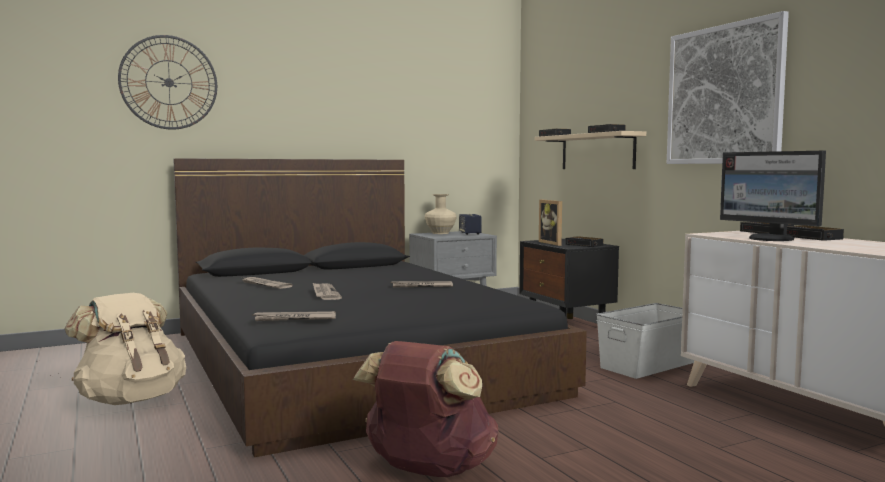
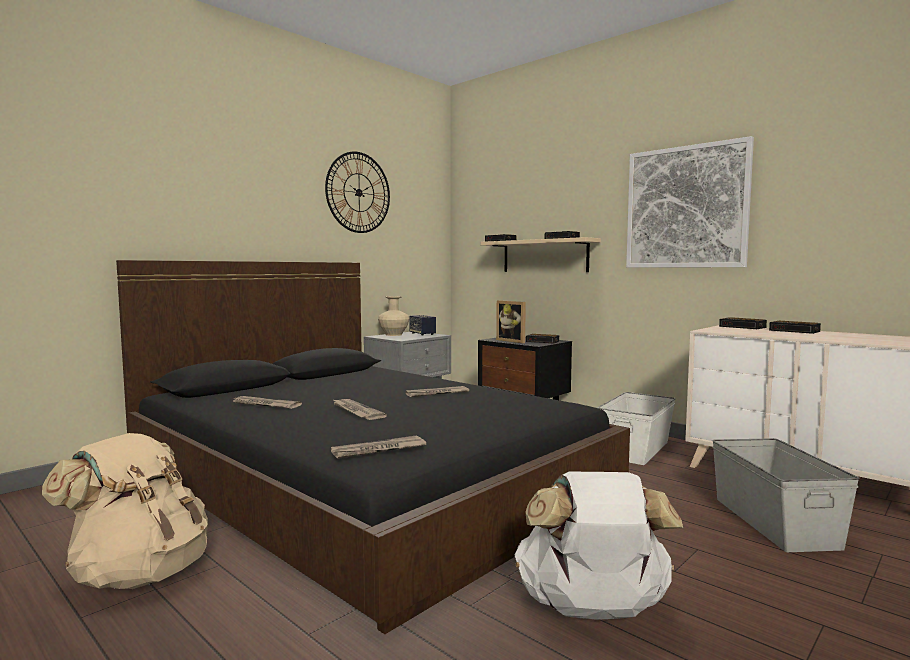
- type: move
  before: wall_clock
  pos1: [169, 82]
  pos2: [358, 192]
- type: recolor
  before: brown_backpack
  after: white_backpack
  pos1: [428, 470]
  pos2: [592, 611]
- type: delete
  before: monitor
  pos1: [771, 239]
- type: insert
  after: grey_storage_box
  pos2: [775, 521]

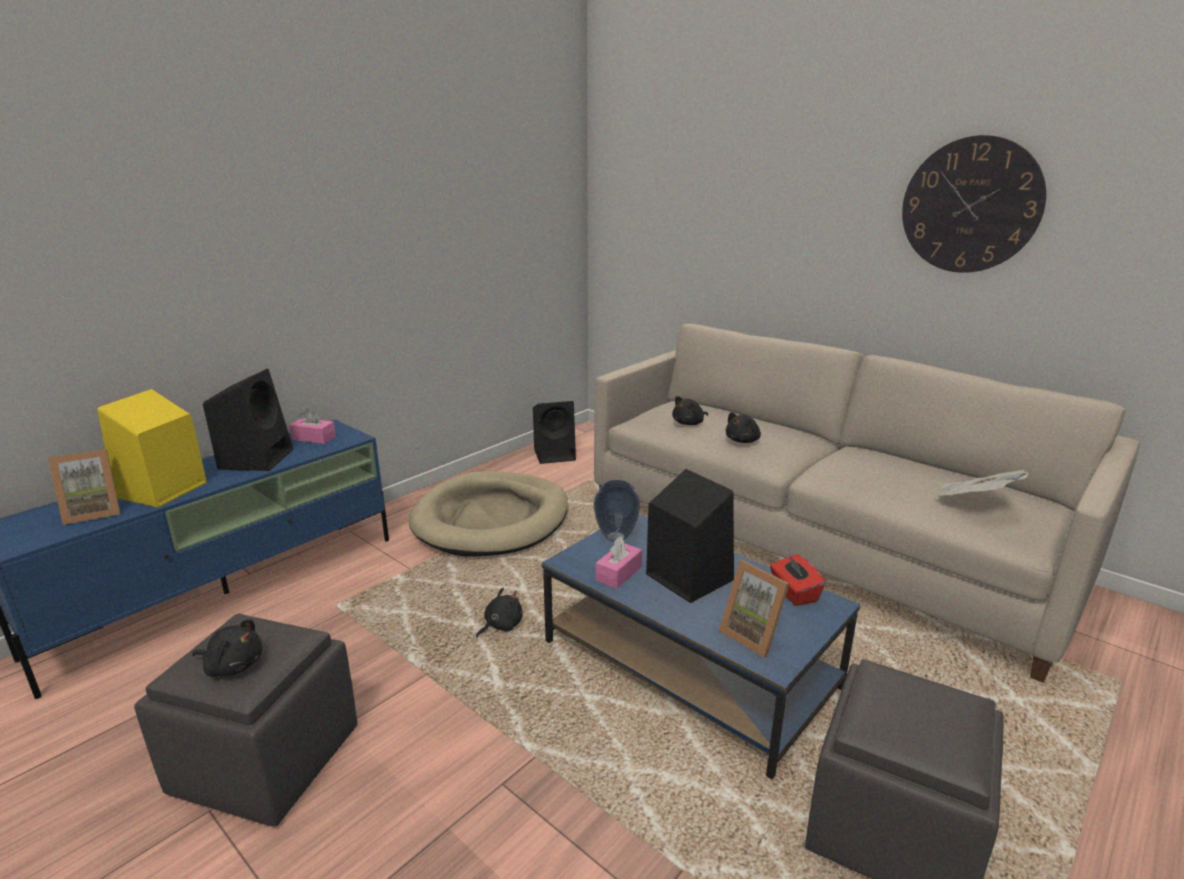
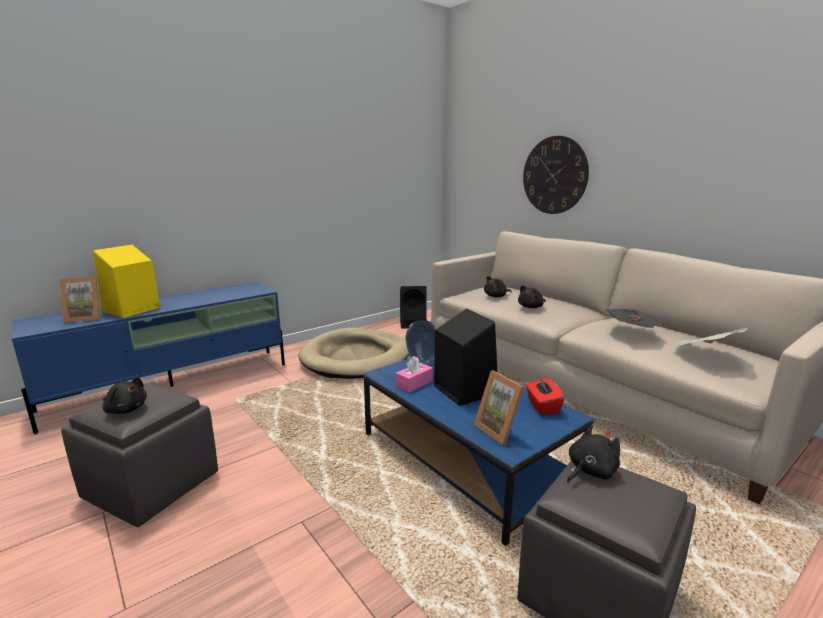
- type: delete
  before: black_speaker
  pos1: [257, 458]
- type: delete
  before: pink_tissue_box
  pos1: [314, 438]
- type: move
  before: black_plush_toy
  pos1: [501, 625]
  pos2: [589, 471]
- type: move
  before: wall_clock
  pos1: [970, 205]
  pos2: [554, 175]
- type: insert
  after: newspaper
  pos2: [633, 333]

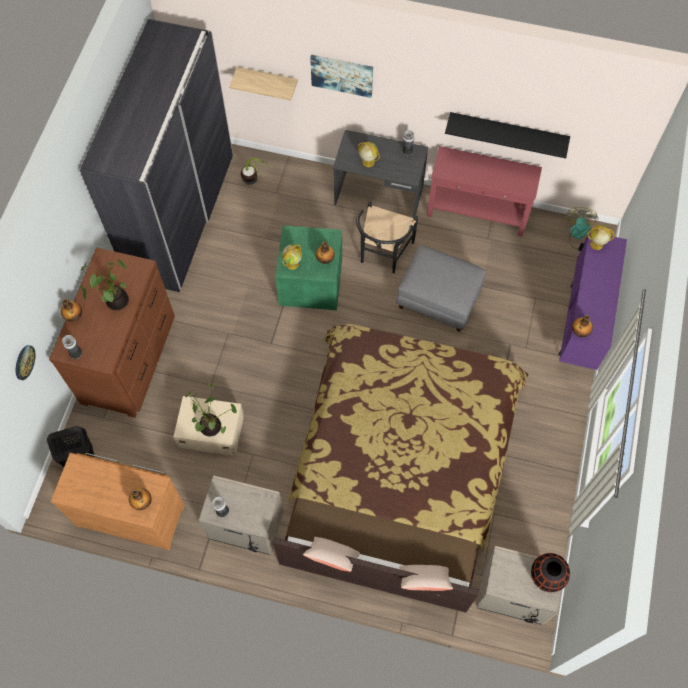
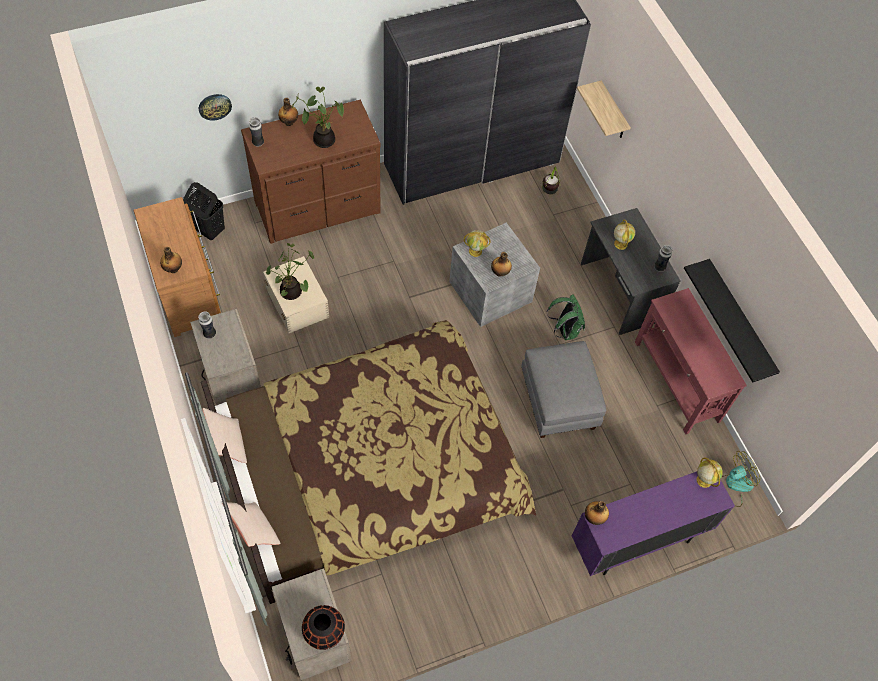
- type: recolor
  before: green_storage_box
  after: grey_storage_box
  pos1: [310, 281]
  pos2: [490, 290]
- type: delete
  before: picture
  pos1: [342, 75]
- type: replace
  before: black_chair
  after: green_backpack
  pos1: [382, 254]
  pos2: [564, 330]

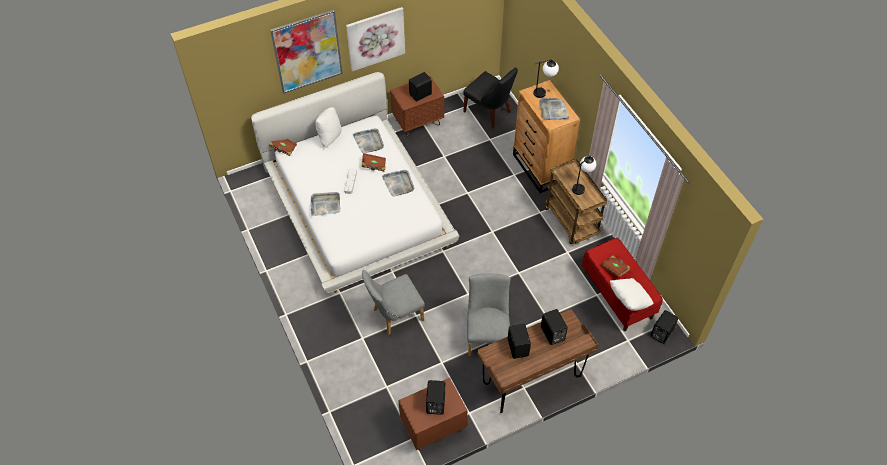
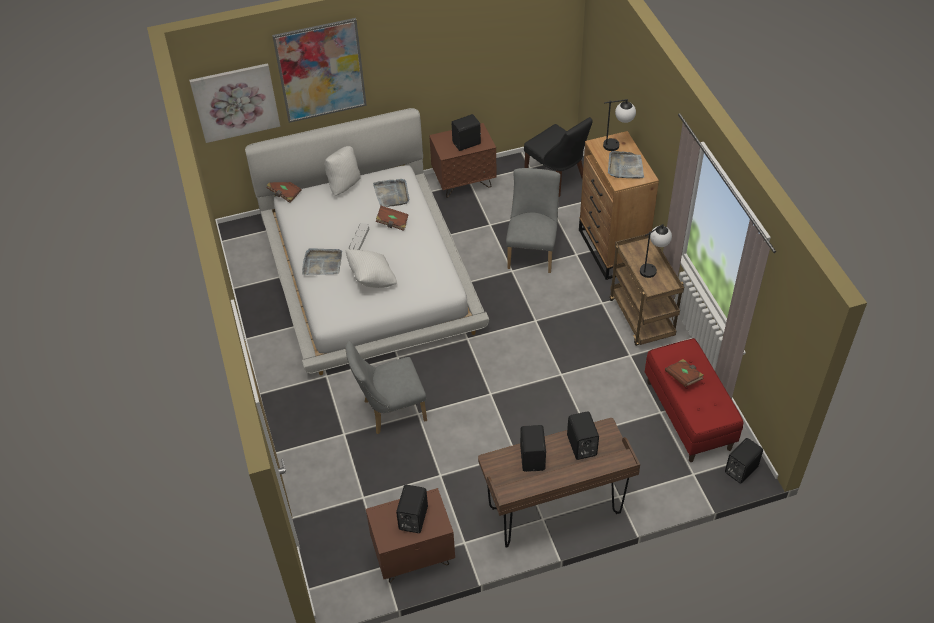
- type: move
  before: picture
  pos1: [376, 38]
  pos2: [235, 102]
- type: delete
  before: grey_tray
  pos1: [398, 184]
- type: move
  before: grey_chair
  pos1: [487, 335]
  pos2: [532, 251]
- type: move
  before: white_pillow
  pos1: [628, 301]
  pos2: [372, 279]

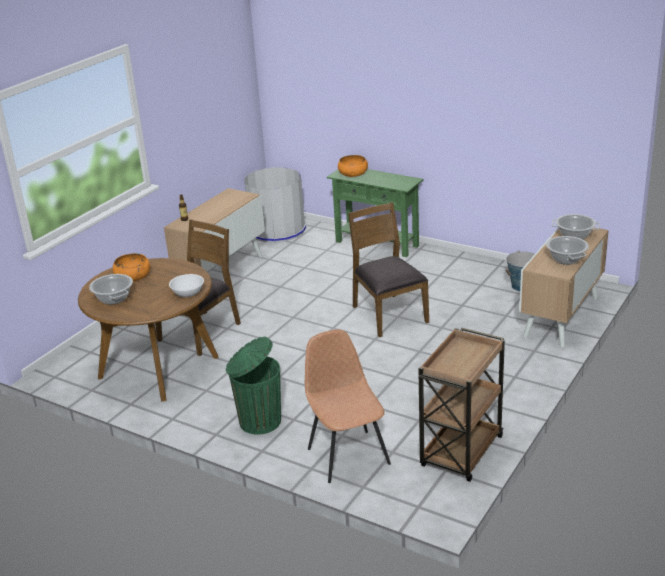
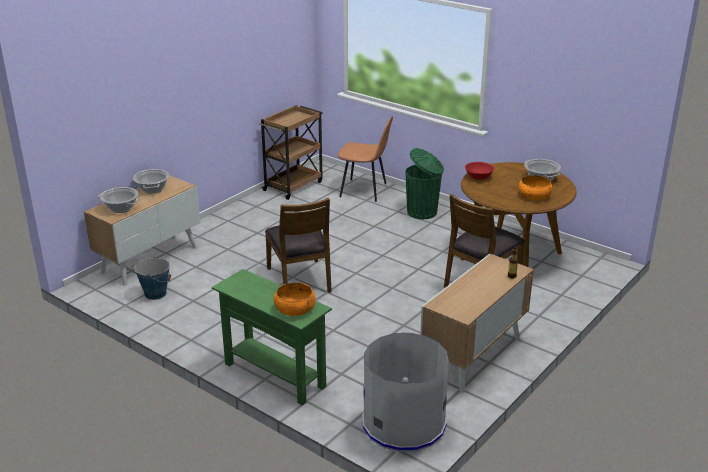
- type: recolor
  before: white_bowl
  after: red_bowl
  pos1: [188, 293]
  pos2: [478, 177]
- type: rotate
  before: brown_chair
  pos1: [347, 455]
  pos2: [364, 190]
  turn: -60

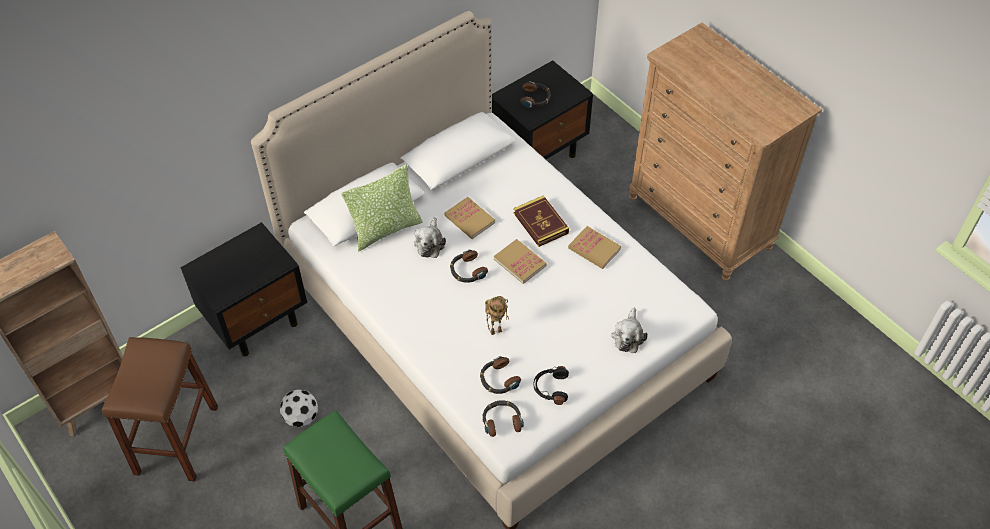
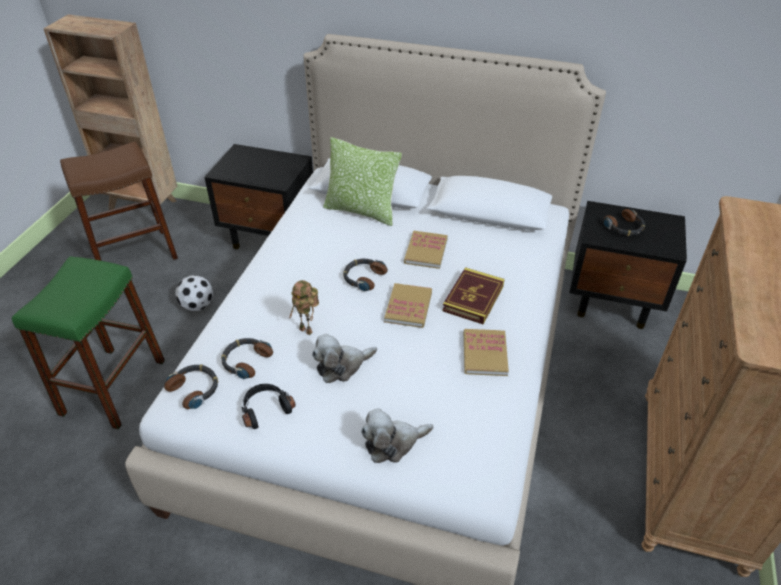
- type: move
  before: plush_toy
  pos1: [430, 243]
  pos2: [342, 366]

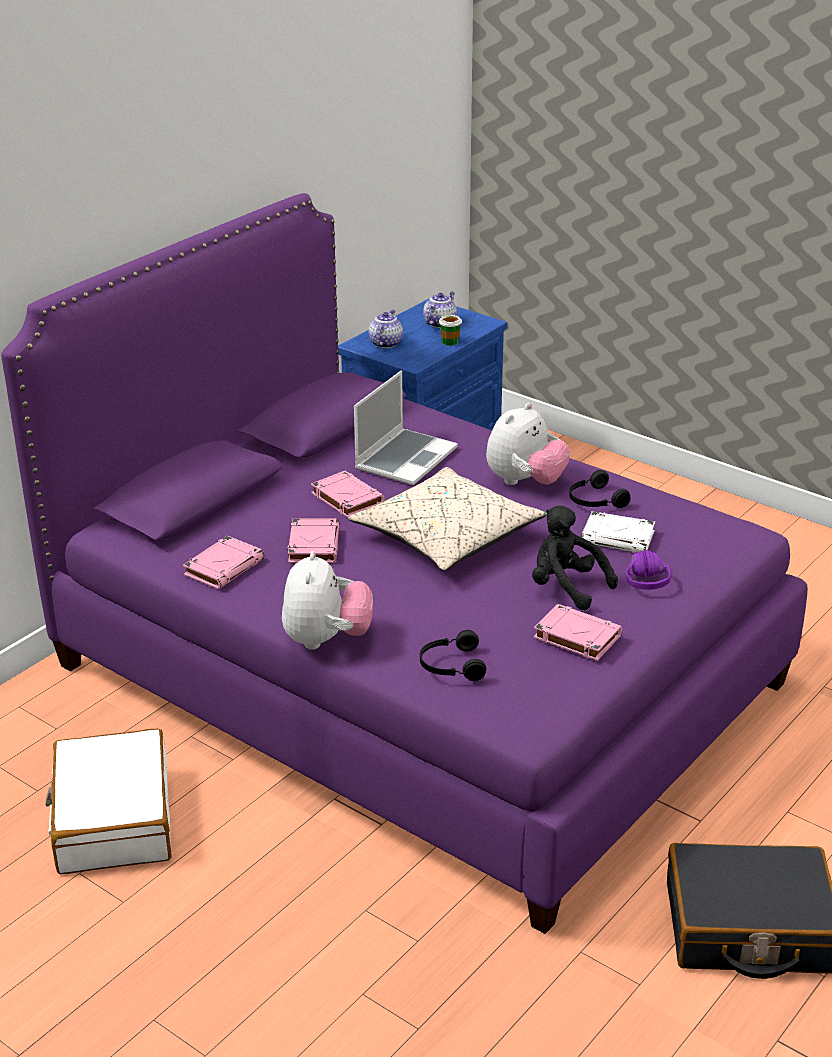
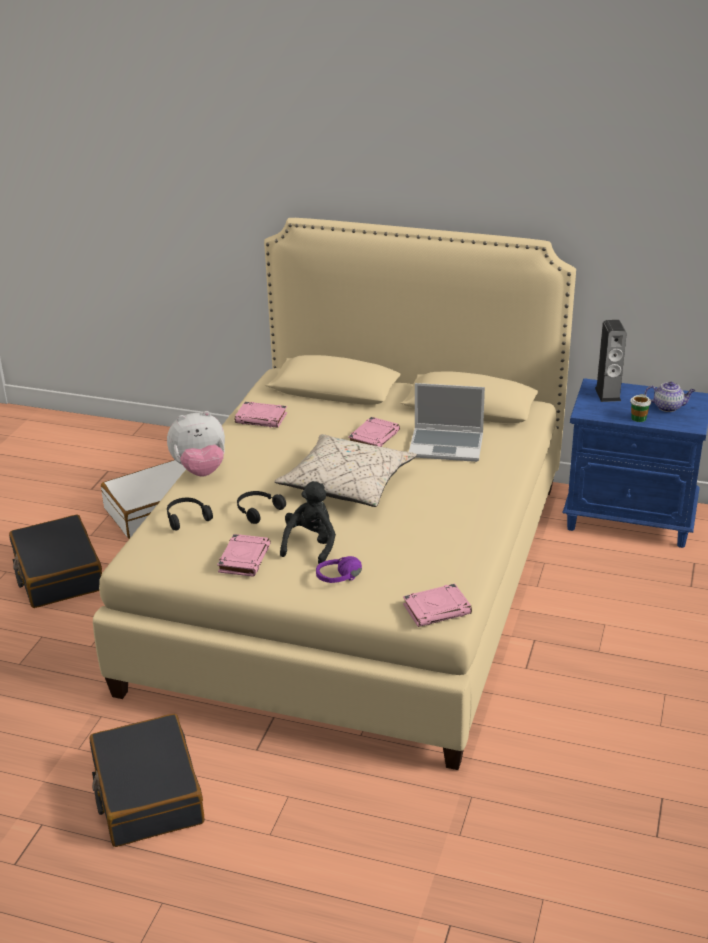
- type: recolor
  before: purple_bed
  after: beige_bed
  pos1: [415, 674]
  pos2: [355, 580]
- type: move
  before: pink_book
  pos1: [313, 545]
  pos2: [437, 609]
- type: replace
  before: teapot
  after: speaker
  pos1: [385, 343]
  pos2: [607, 394]
- type: delete
  before: plush_toy
  pos1: [525, 482]
- type: move
  before: black_headphones
  pos1: [595, 501]
  pos2: [257, 510]
- type: delete
  before: white_book
  pos1: [618, 538]
- type: insert
  after: black_suitcase
  pos2: [58, 574]

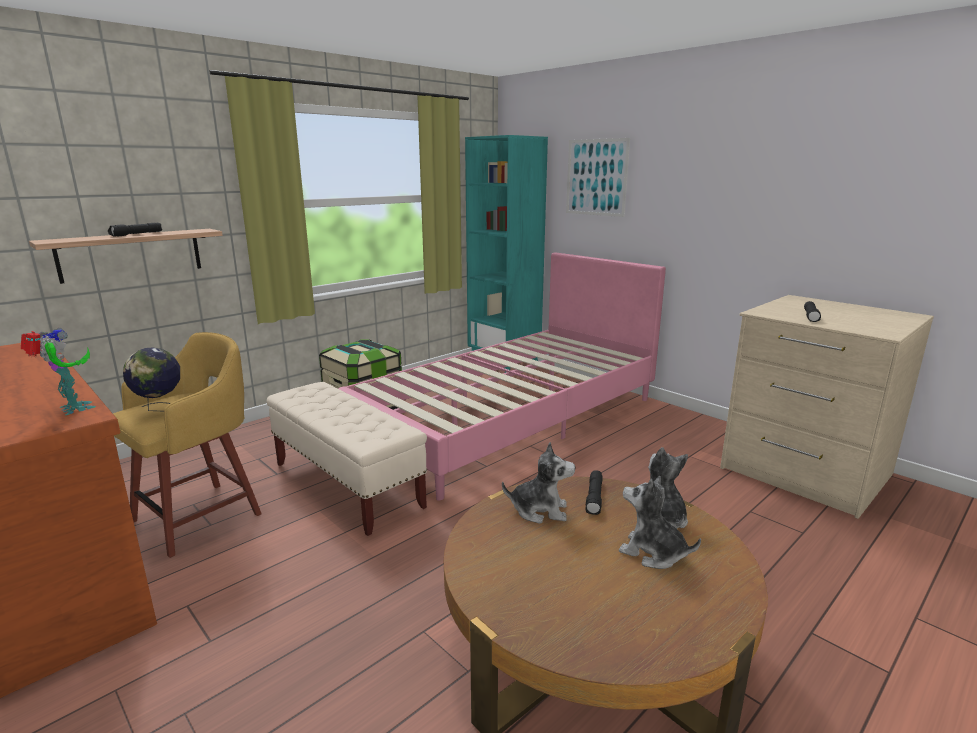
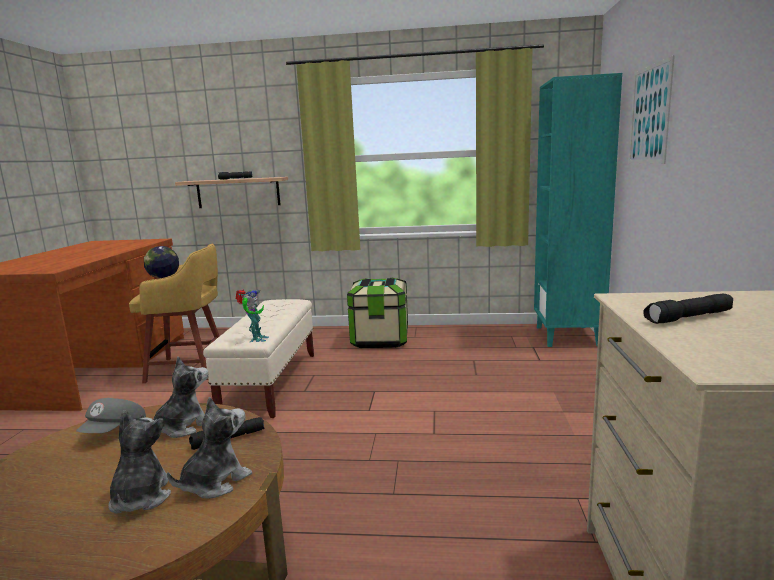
- type: move
  before: toy_robot
  pos1: [72, 409]
  pos2: [256, 339]
- type: delete
  before: pink_bed
  pos1: [510, 419]
- type: rotate
  before: plush_toy
  pos1: [539, 510]
  pos2: [183, 426]
  turn: -105
- type: insert
  after: grey_cap
  pos2: [115, 430]

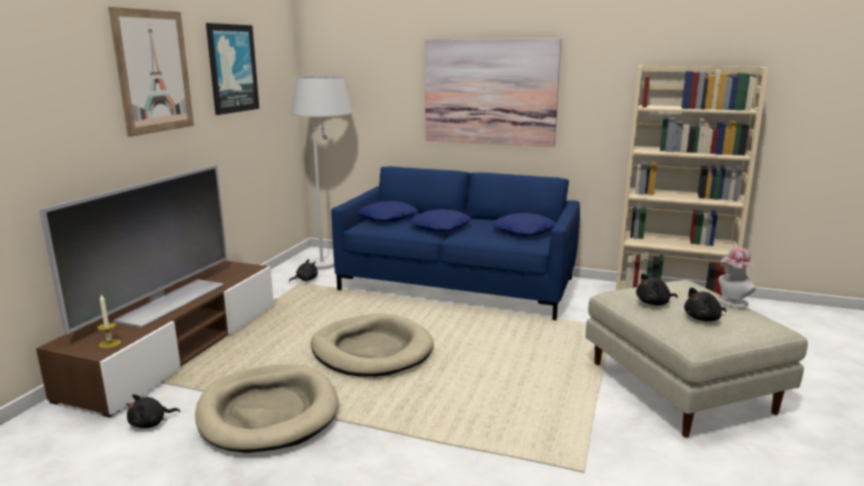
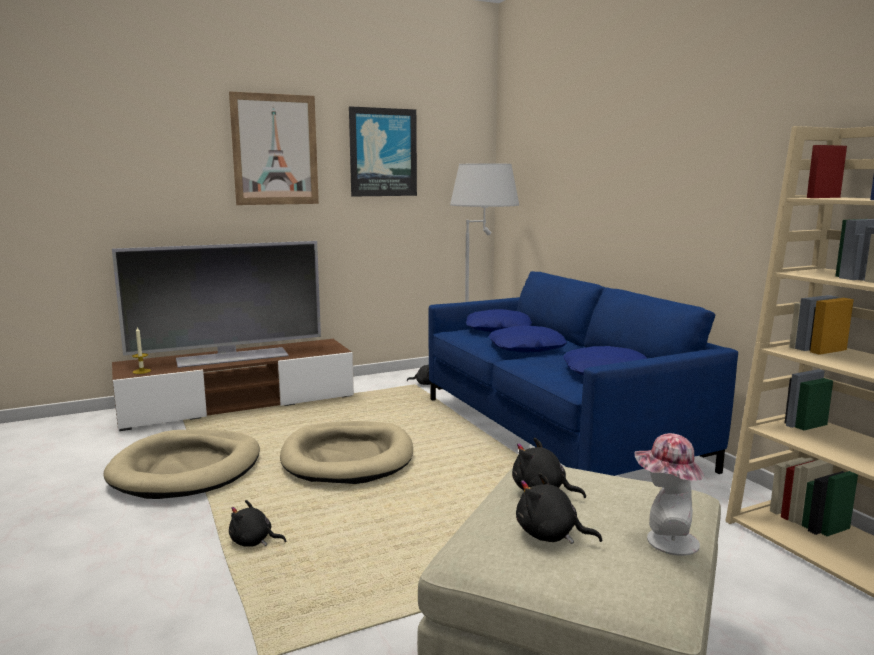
- type: move
  before: black_plush_toy
  pos1: [150, 423]
  pos2: [253, 542]
- type: delete
  before: picture
  pos1: [490, 92]

